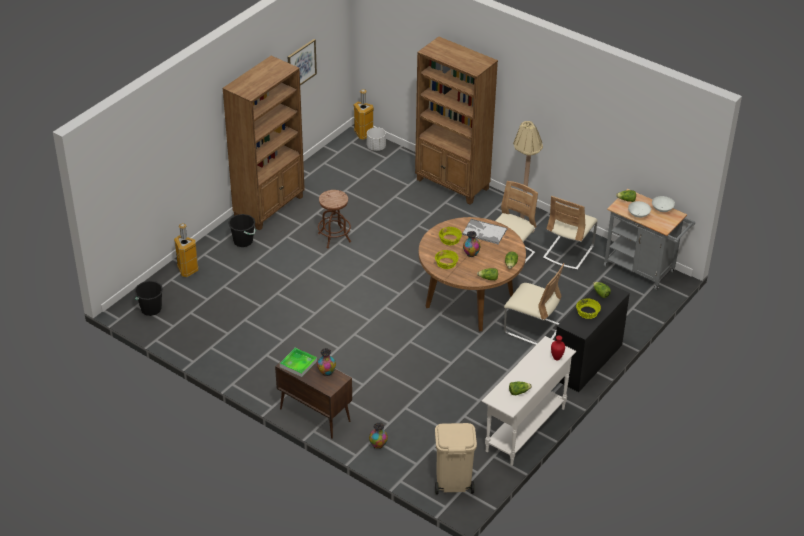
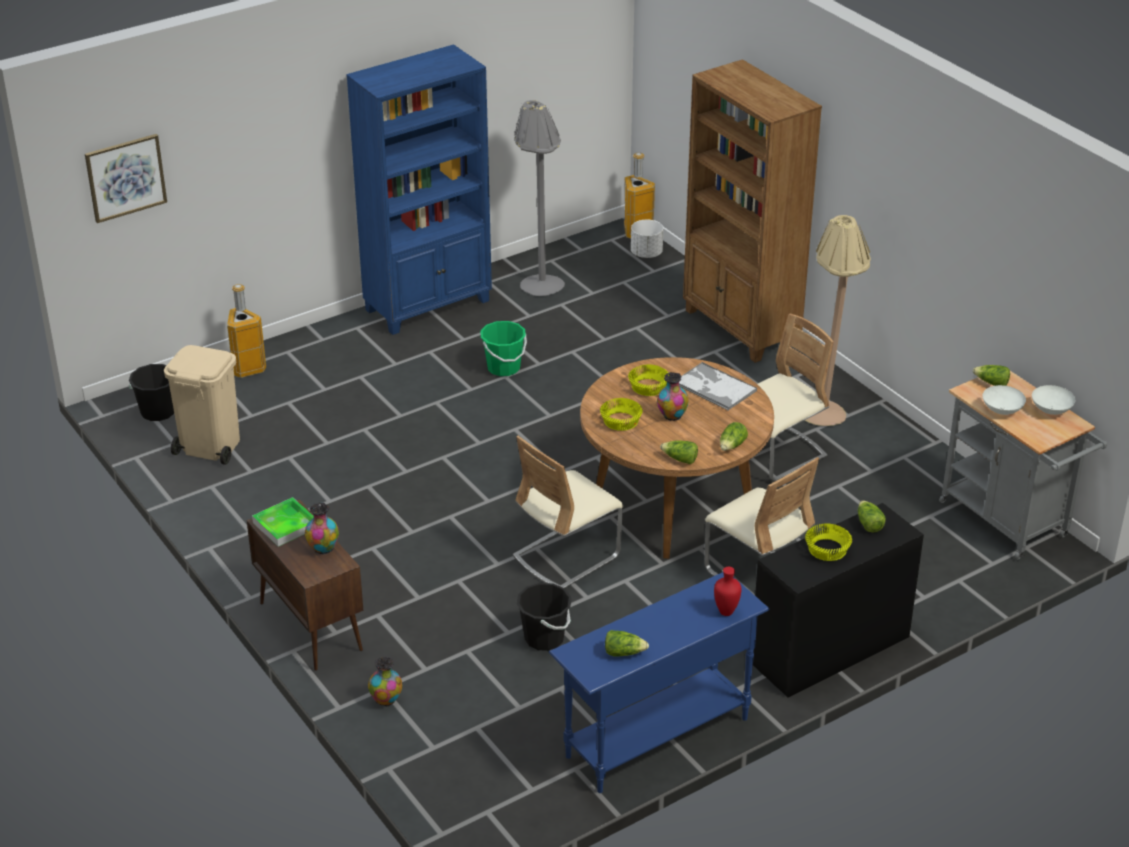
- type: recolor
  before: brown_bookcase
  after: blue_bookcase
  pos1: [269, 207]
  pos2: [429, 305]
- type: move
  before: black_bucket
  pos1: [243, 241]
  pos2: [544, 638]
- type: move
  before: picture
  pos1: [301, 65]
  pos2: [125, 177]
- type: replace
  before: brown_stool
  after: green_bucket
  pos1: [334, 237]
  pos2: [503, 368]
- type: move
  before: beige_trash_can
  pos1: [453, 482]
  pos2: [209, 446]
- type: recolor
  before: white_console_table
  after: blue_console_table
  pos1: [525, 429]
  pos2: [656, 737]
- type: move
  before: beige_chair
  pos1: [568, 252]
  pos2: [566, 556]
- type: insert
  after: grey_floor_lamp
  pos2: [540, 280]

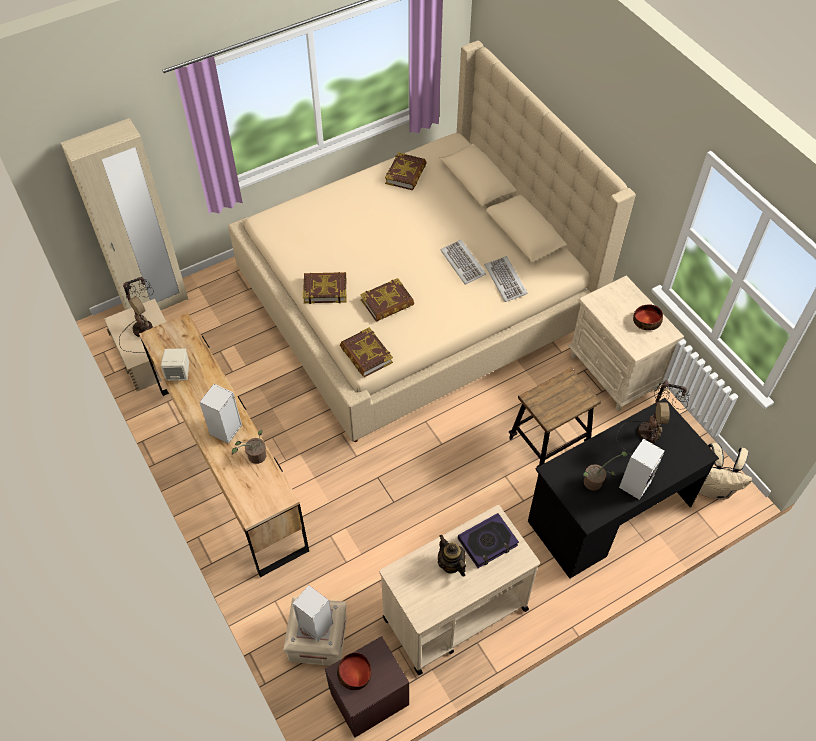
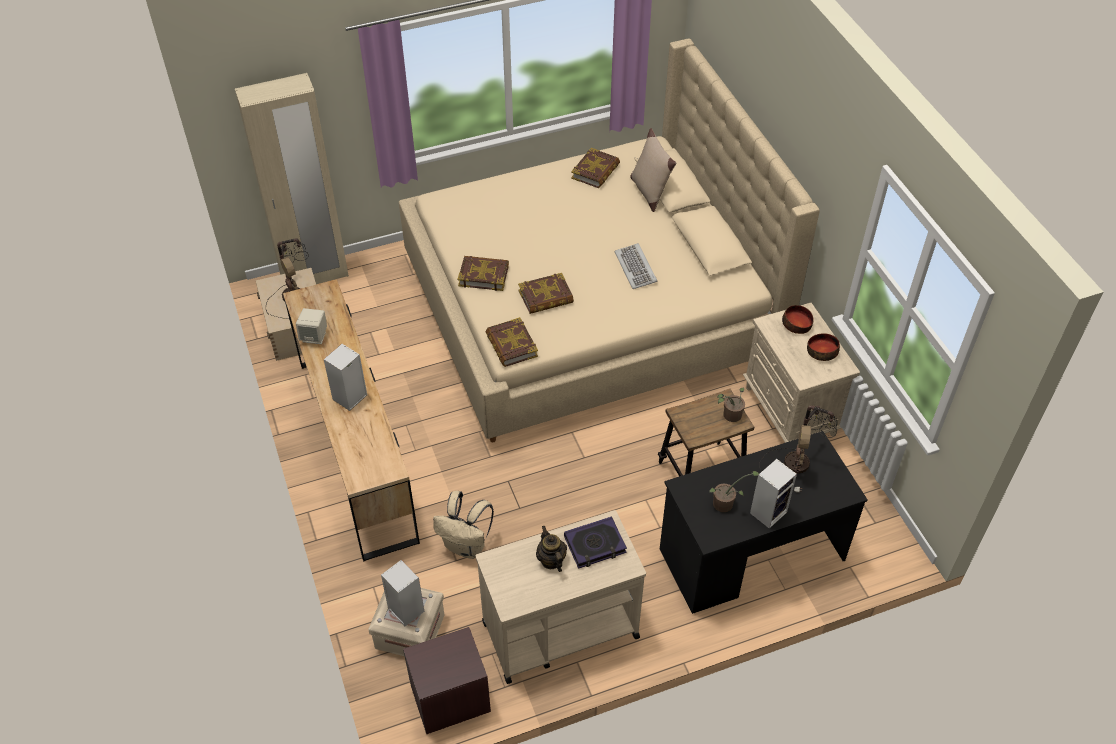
- type: move
  before: potted_plant
  pos1: [254, 457]
  pos2: [730, 416]
- type: move
  before: bowl
  pos1: [355, 674]
  pos2: [797, 324]
- type: delete
  before: keyboard
  pos1: [506, 280]
- type: move
  before: beige_backpack
  pos1: [714, 488]
  pos2: [466, 546]
- type: insert
  after: beige_pillow
  pos2: [649, 191]

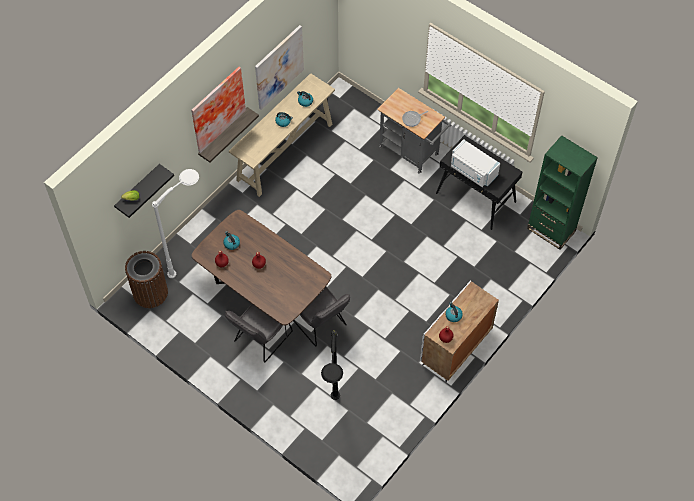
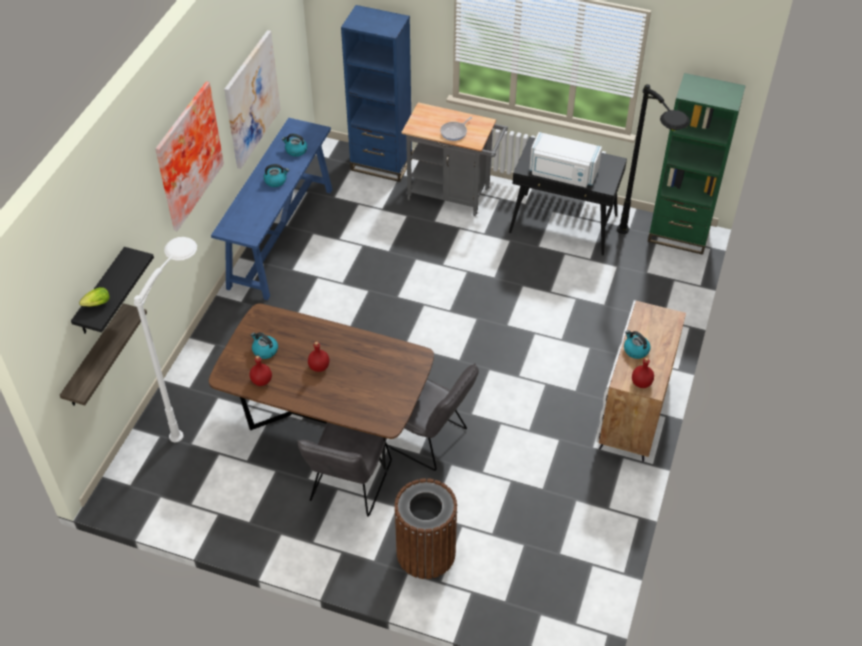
- type: move
  before: brown_trash_can
  pos1: [150, 292]
  pos2: [426, 552]
- type: move
  before: shelf
  pos1: [223, 135]
  pos2: [95, 357]
- type: recolor
  before: beige_console_table
  after: blue_console_table
  pos1: [285, 151]
  pos2: [281, 237]
- type: move
  before: black_floor_lamp
  pos1: [334, 423]
  pos2: [638, 256]
- type: insert
  after: blue_bookcase
  pos2: [381, 164]

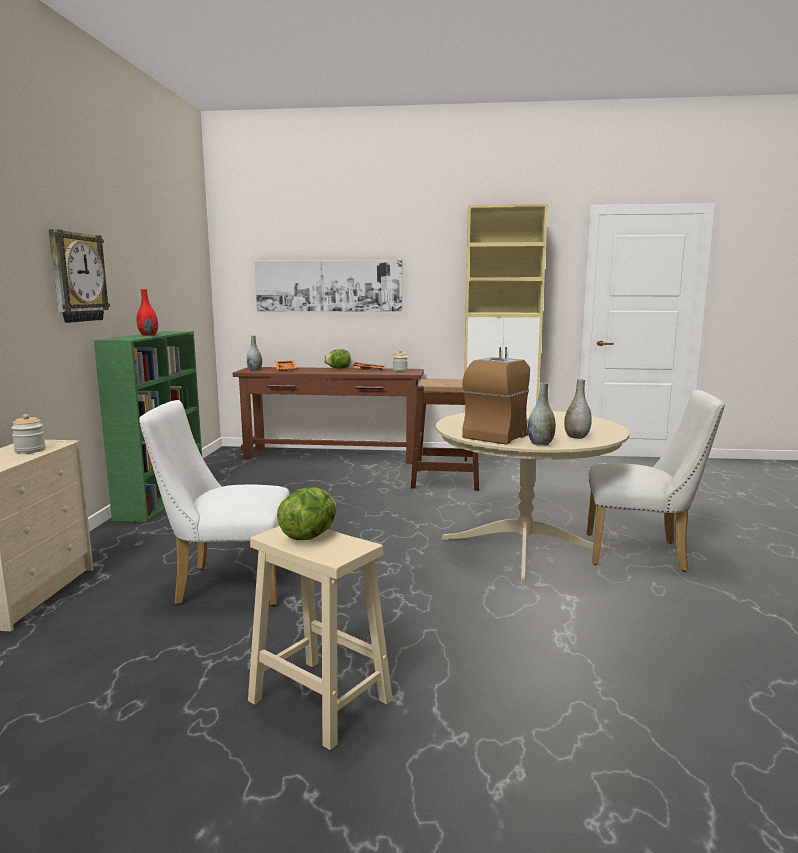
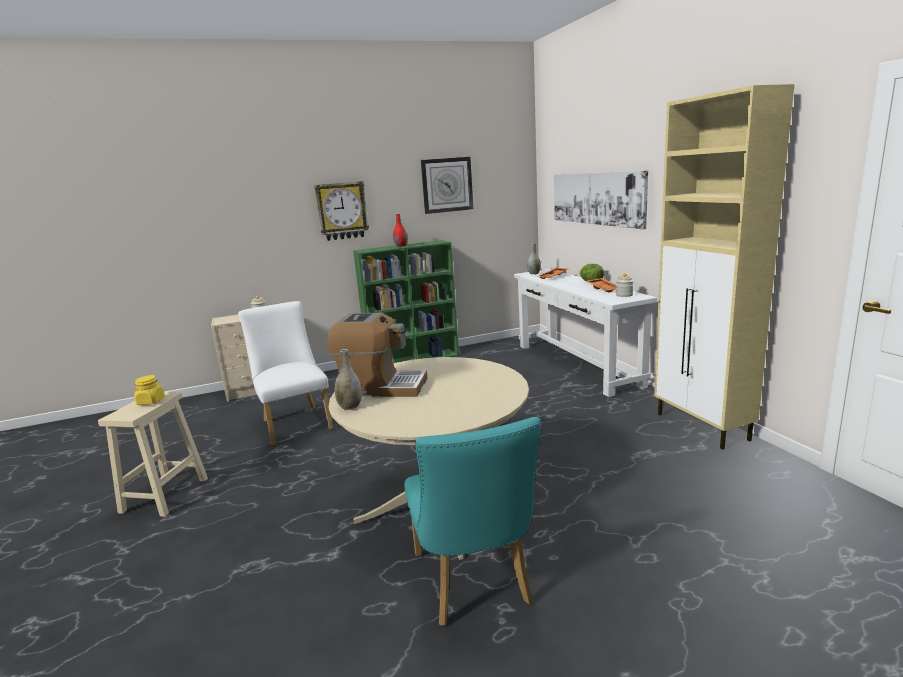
- type: recolor
  before: brown_console_table
  after: white_console_table
  pos1: [332, 455]
  pos2: [576, 364]
- type: replace
  before: lettuce
  after: yellow_jar
  pos1: [309, 535]
  pos2: [151, 401]
- type: delete
  before: brown_stool
  pos1: [446, 479]
- type: delete
  before: grey_vase
  pos1: [576, 437]
- type: recolor
  before: white_chair
  after: turquoise_chair
  pos1: [643, 553]
  pos2: [474, 584]
- type: insert
  after: wall_clock
  pos2: [447, 185]

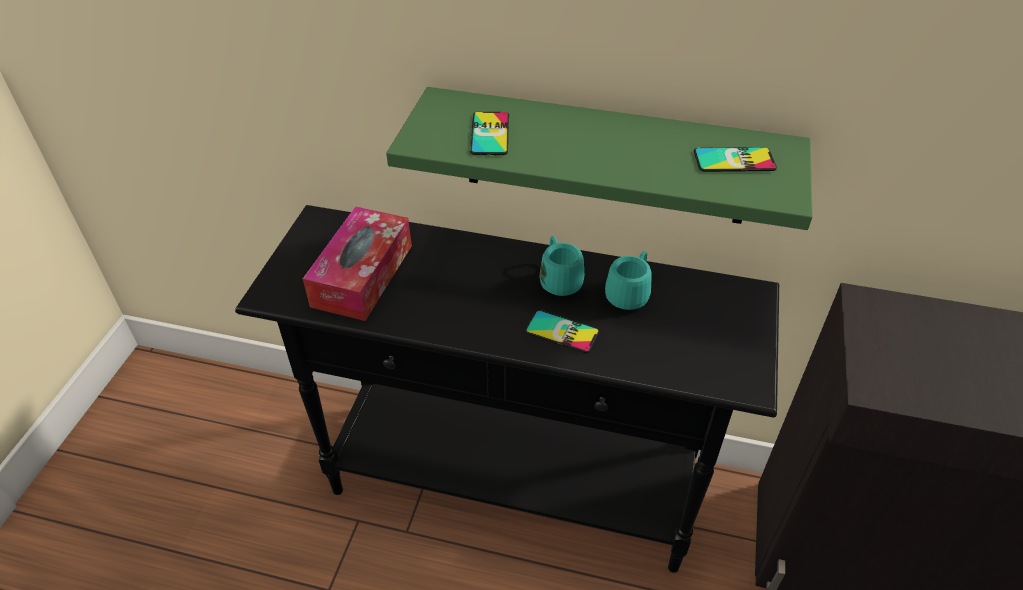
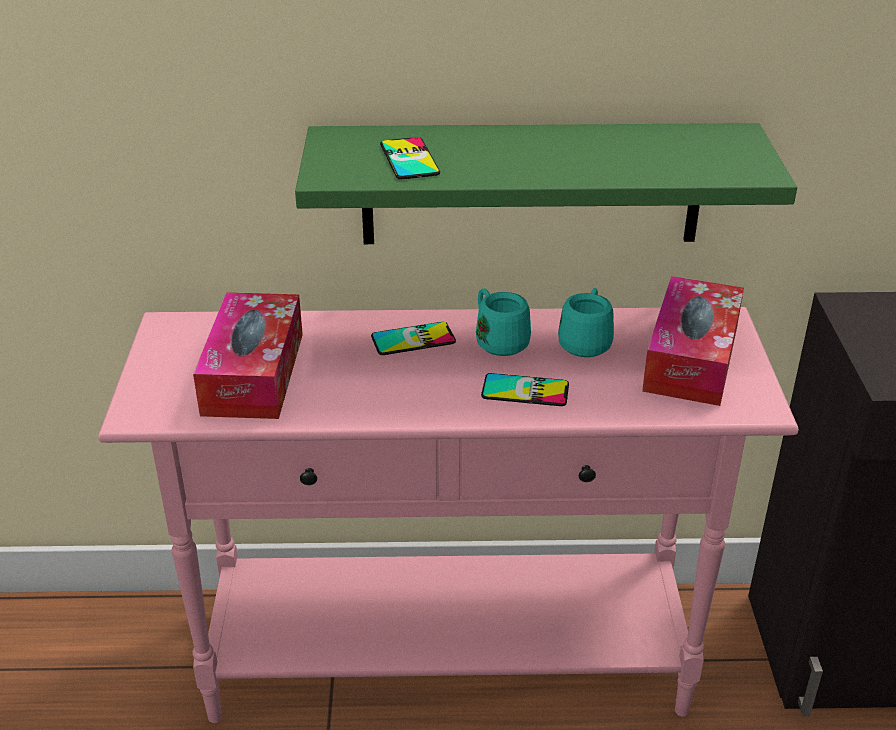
- type: recolor
  before: black_console_table
  after: pink_console_table
  pos1: [513, 484]
  pos2: [450, 659]
- type: move
  before: phone
  pos1: [734, 160]
  pos2: [413, 339]
- type: insert
  after: tissue_box
  pos2: [691, 358]

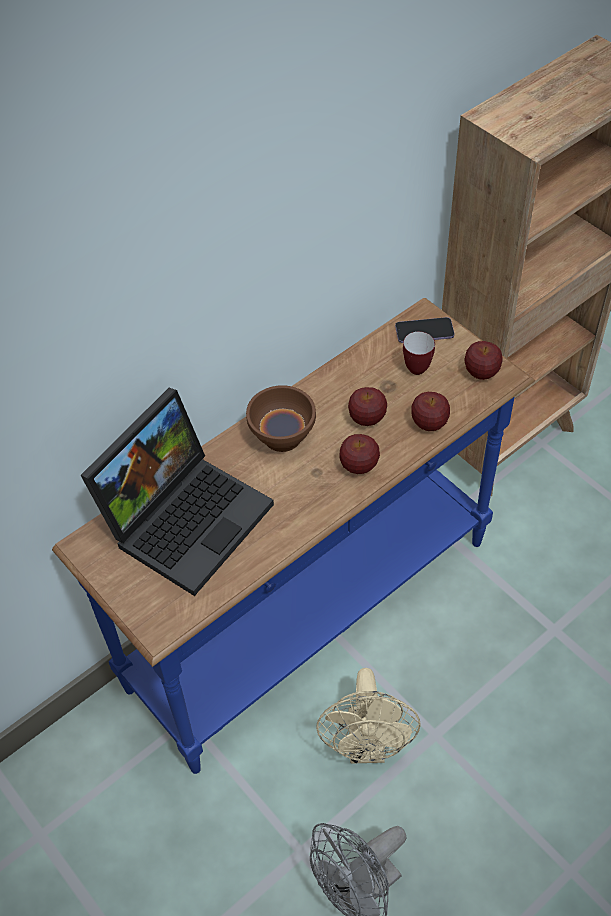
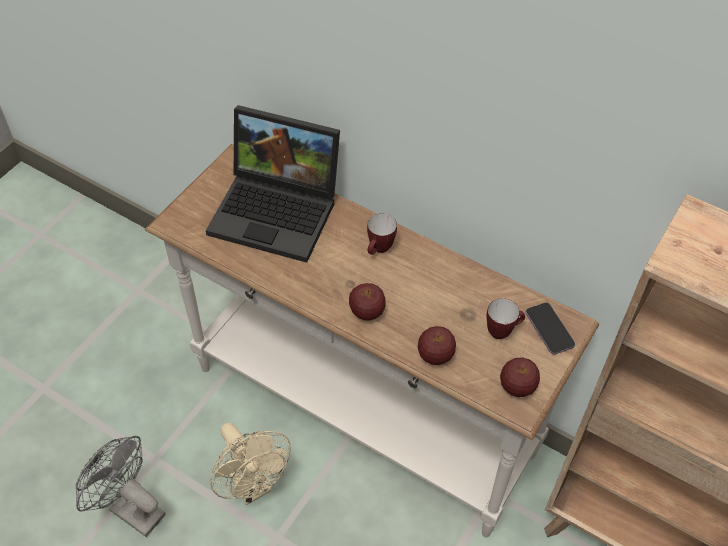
- type: recolor
  before: blue_console_table
  after: white_console_table
  pos1: [313, 616]
  pos2: [361, 414]
- type: replace
  before: brown_bowl
  after: mug
  pos1: [281, 437]
  pos2: [379, 250]
- type: rotate
  before: beige_fan
  pos1: [367, 746]
  pos2: [252, 486]
  turn: -105
- type: delete
  before: apple
  pos1: [367, 419]

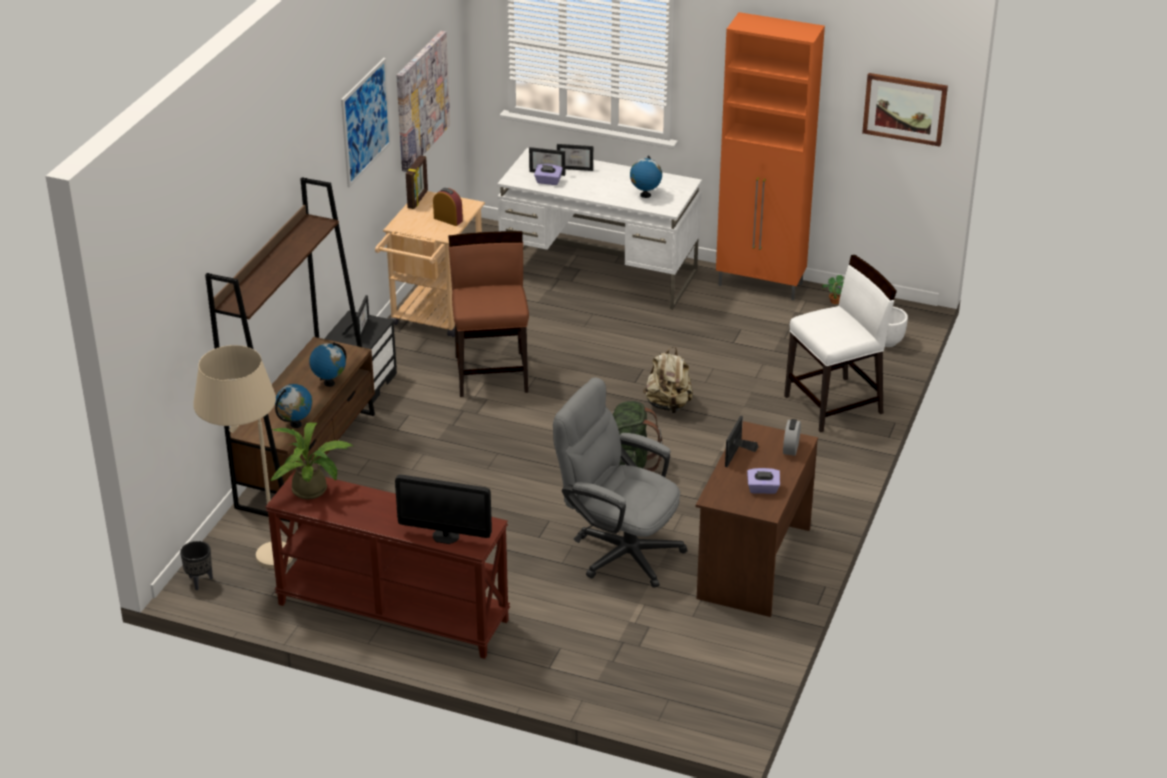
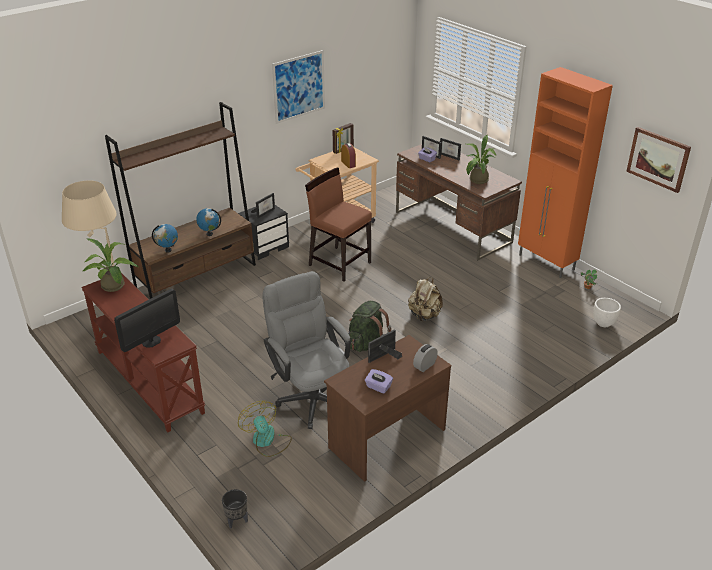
- type: move
  before: black_planter
  pos1: [199, 581]
  pos2: [237, 520]
- type: rotate
  before: monitor
  pos1: [446, 536]
  pos2: [151, 341]
  turn: -90
- type: delete
  before: picture
  pos1: [421, 100]
- type: rotate
  before: brown_chair
  pos1: [492, 373]
  pos2: [339, 263]
  turn: -75
- type: recolor
  before: white_desk
  after: brown_desk
  pos1: [600, 273]
  pos2: [453, 227]
- type: replace
  before: globe
  after: potted_plant
  pos1: [645, 195]
  pos2: [477, 181]
- type: delete
  before: white_chair
  pos1: [835, 404]
- type: insert
  after: fan
  pos2: [267, 441]

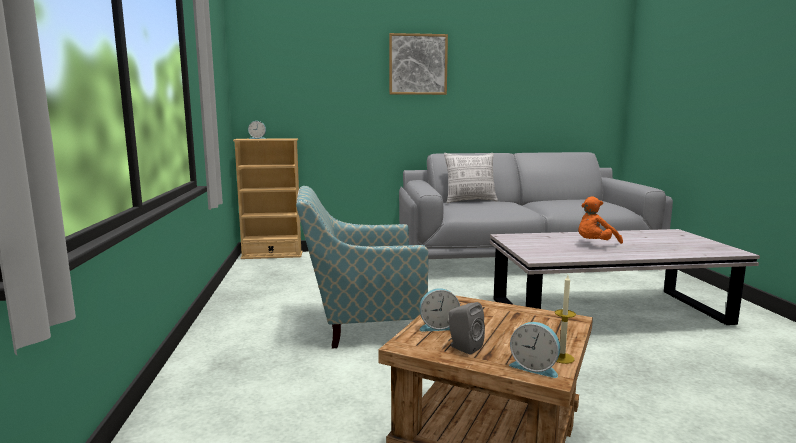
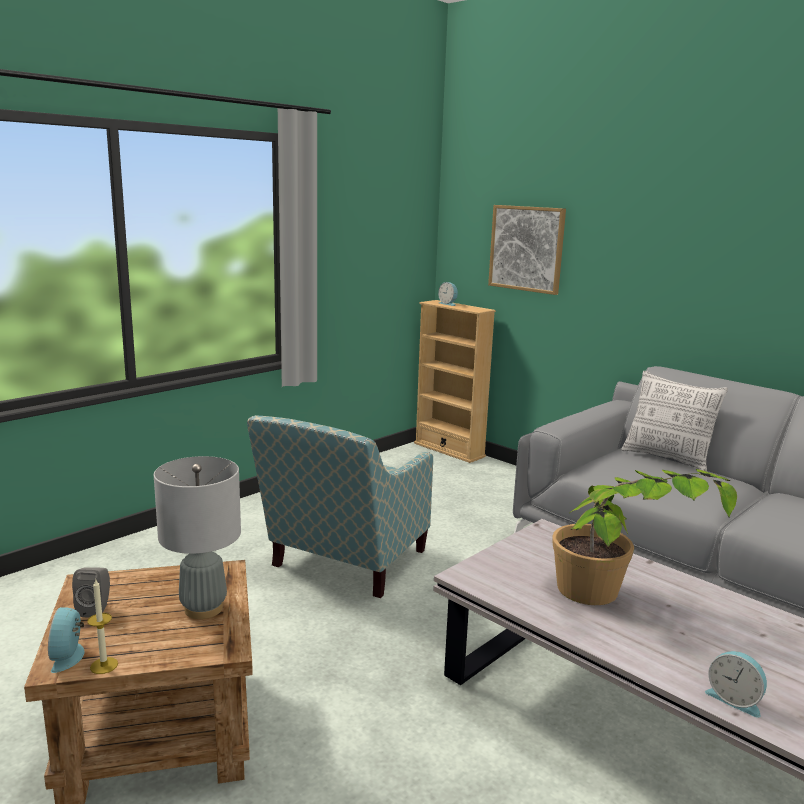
- type: rotate
  before: armchair
  pos1: [360, 324]
  pos2: [343, 564]
  turn: -105
- type: move
  before: picture
  pos1: [418, 64]
  pos2: [526, 248]
- type: move
  before: alarm_clock
  pos1: [438, 326]
  pos2: [734, 699]
- type: replace
  before: orange_plush_toy
  after: potted_plant
  pos1: [595, 244]
  pos2: [618, 600]
- type: insert
  after: grey_table_lamp
  pos2: [204, 608]

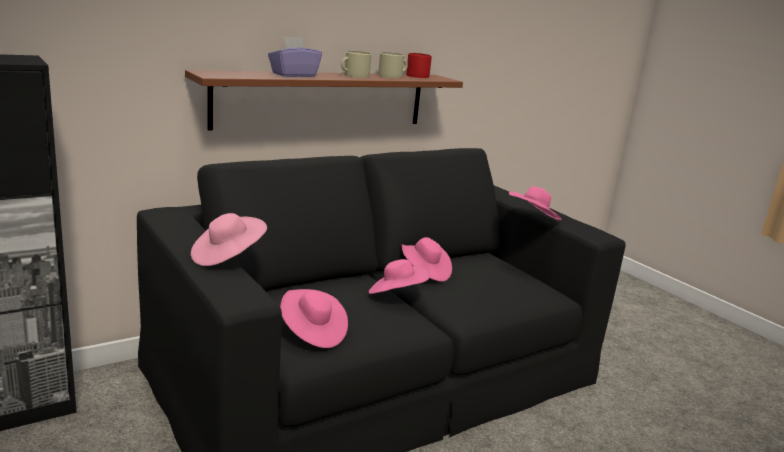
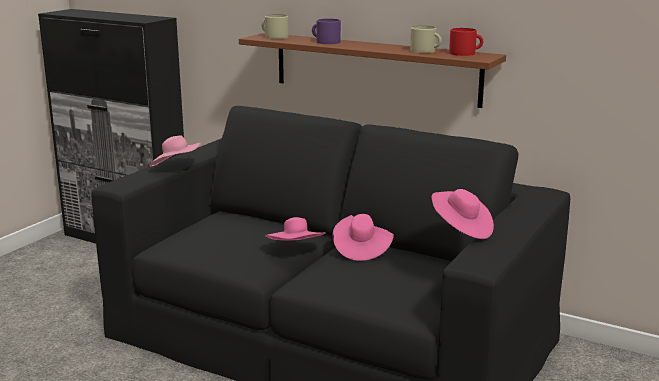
- type: replace
  before: purple_tissue_box
  after: purple_mug
  pos1: [293, 75]
  pos2: [325, 42]
- type: delete
  before: pink_hat
  pos1: [312, 332]
- type: move
  before: beige_mug
  pos1: [354, 76]
  pos2: [274, 37]

